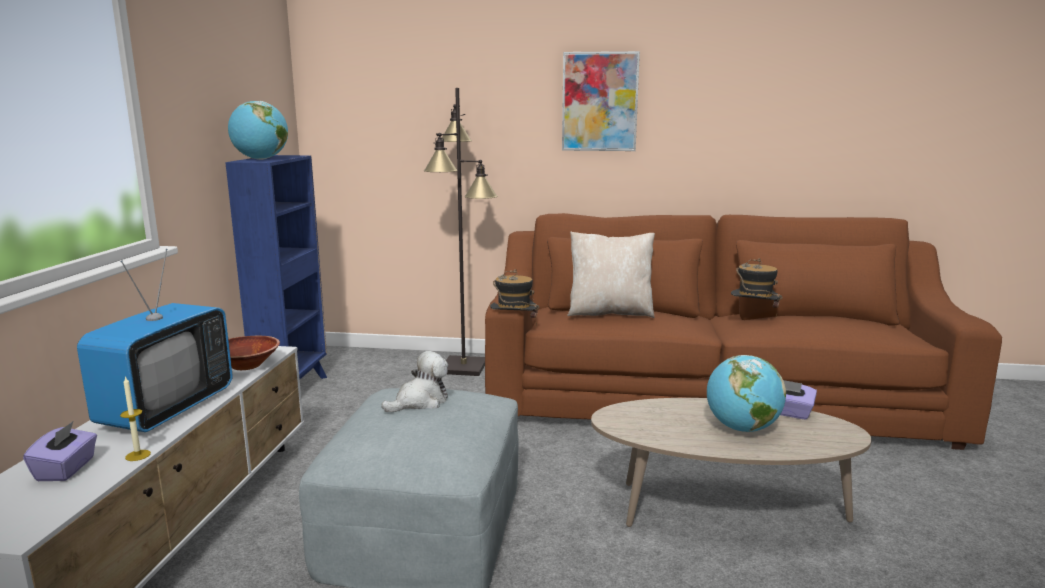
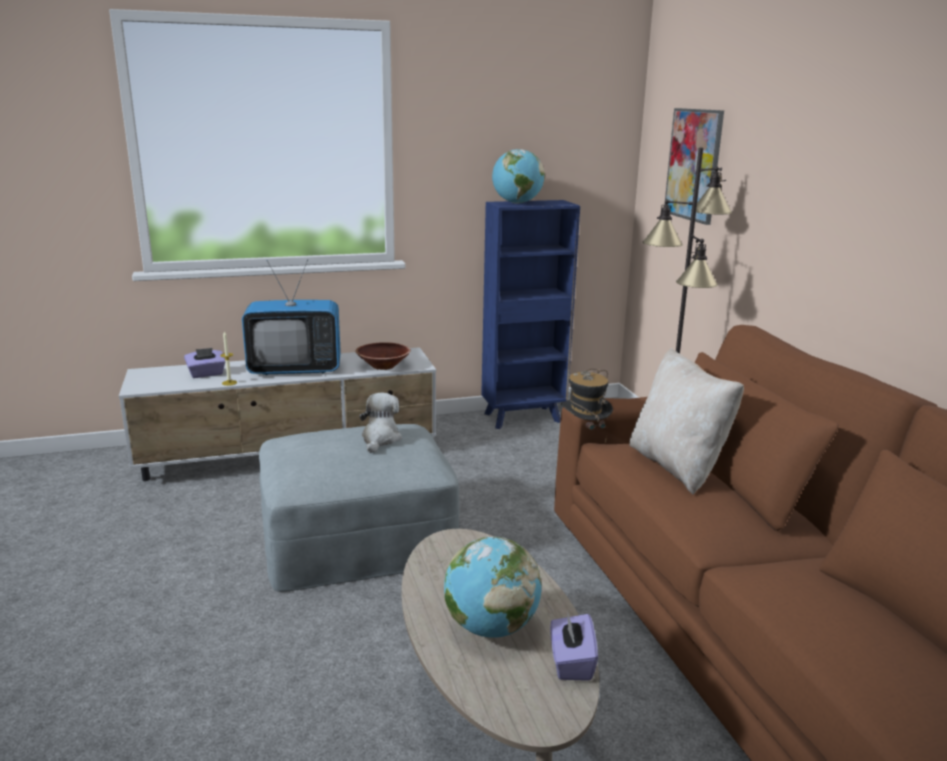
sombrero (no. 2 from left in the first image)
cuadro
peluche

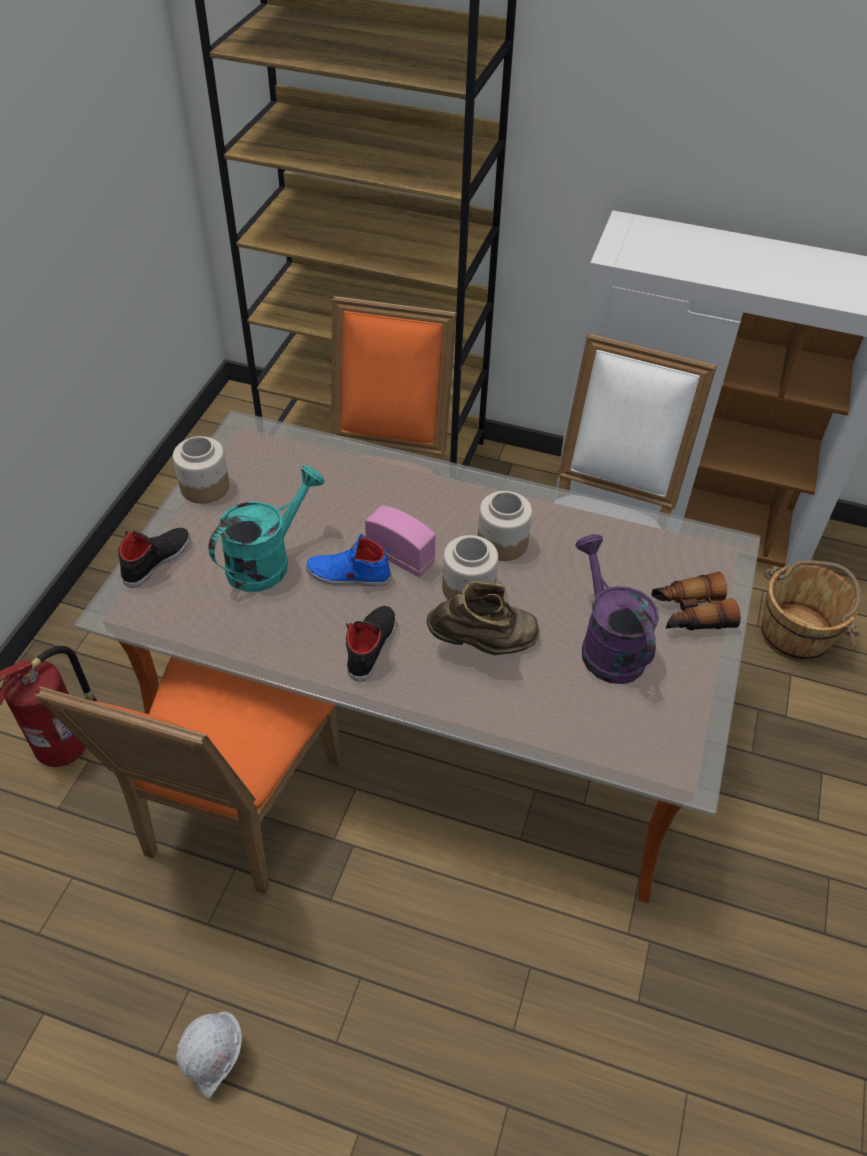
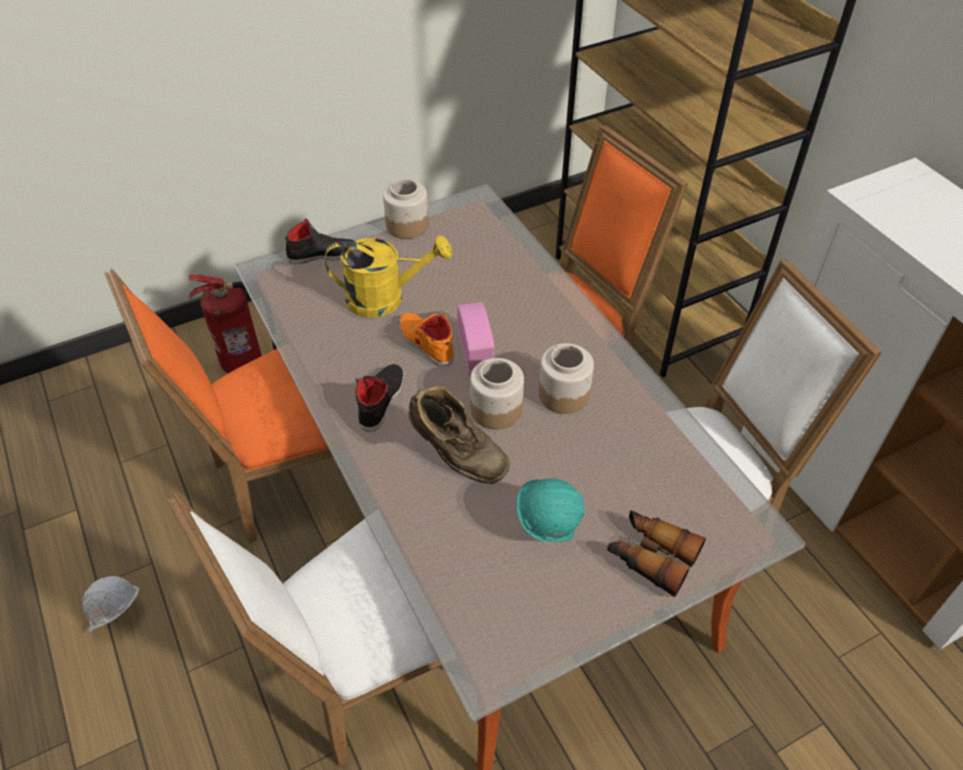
cubo (marrón)
silla (blanco) (no. 1 from left)
casco (turquesa)
regadera (amarillo)
zapato (naranja)
zapato (negro) (no. 2 from left)

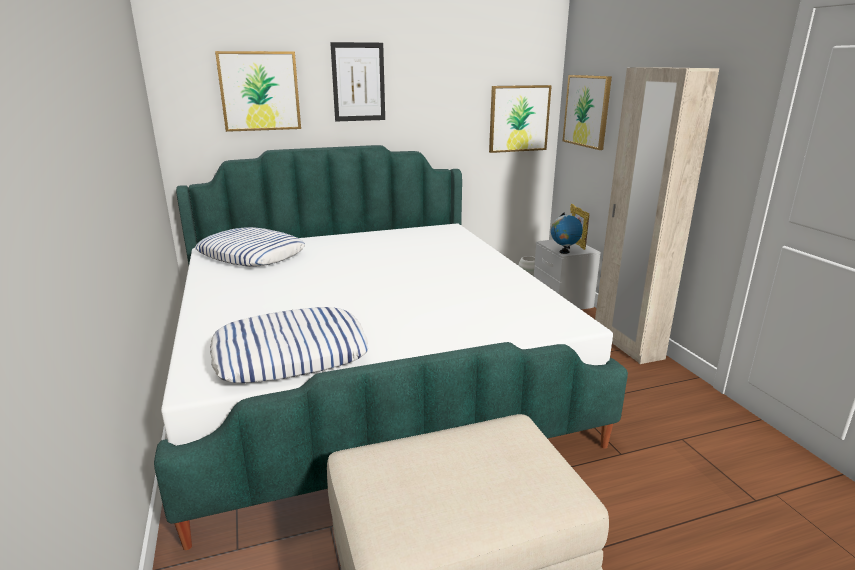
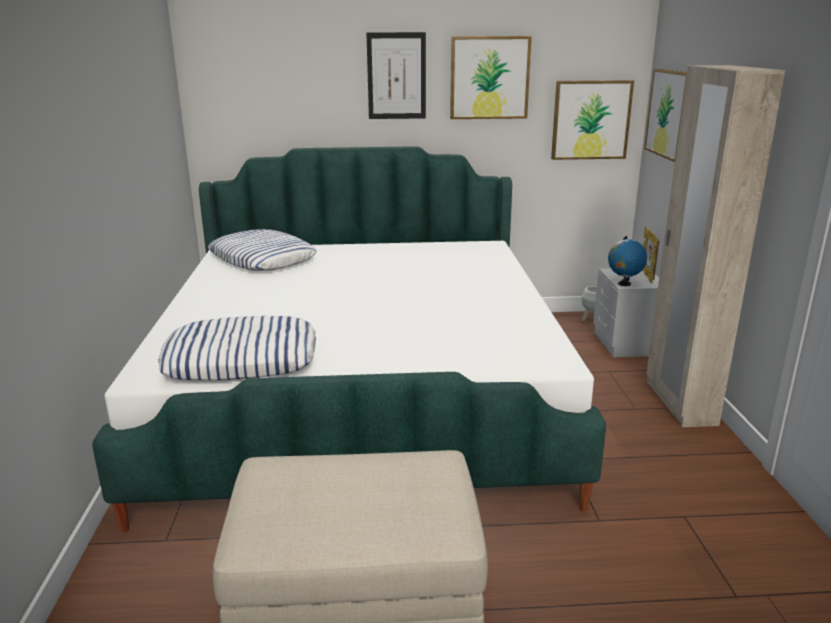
cuadro (no. 2 from left)

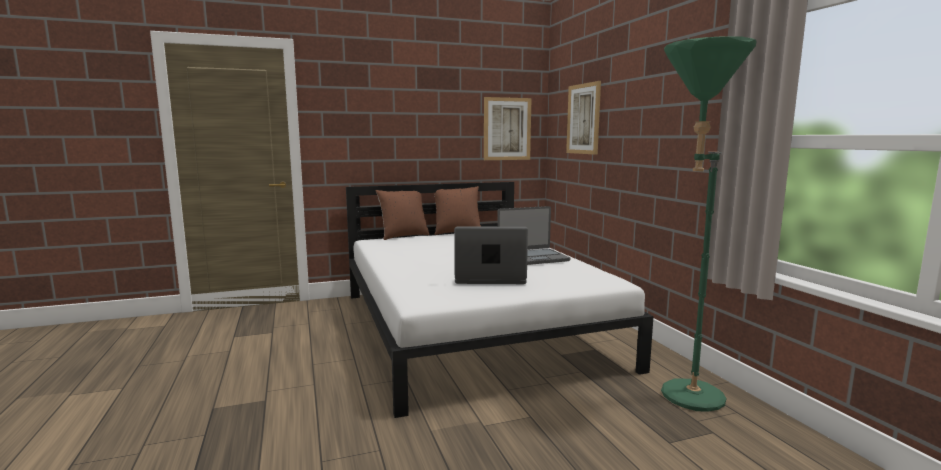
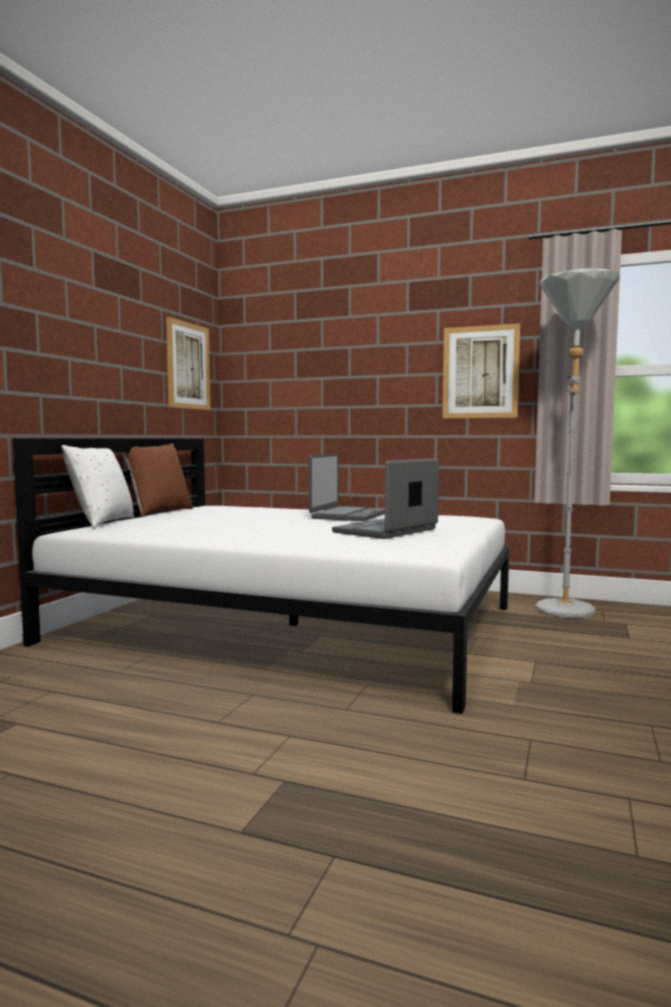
cuadro (no. 2 from left)
cojín (blanco)
lámpara de pie (gris)

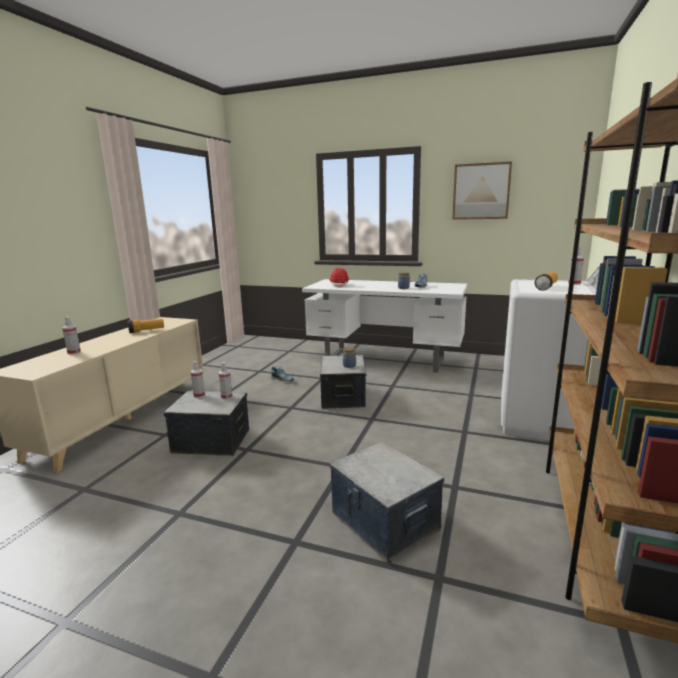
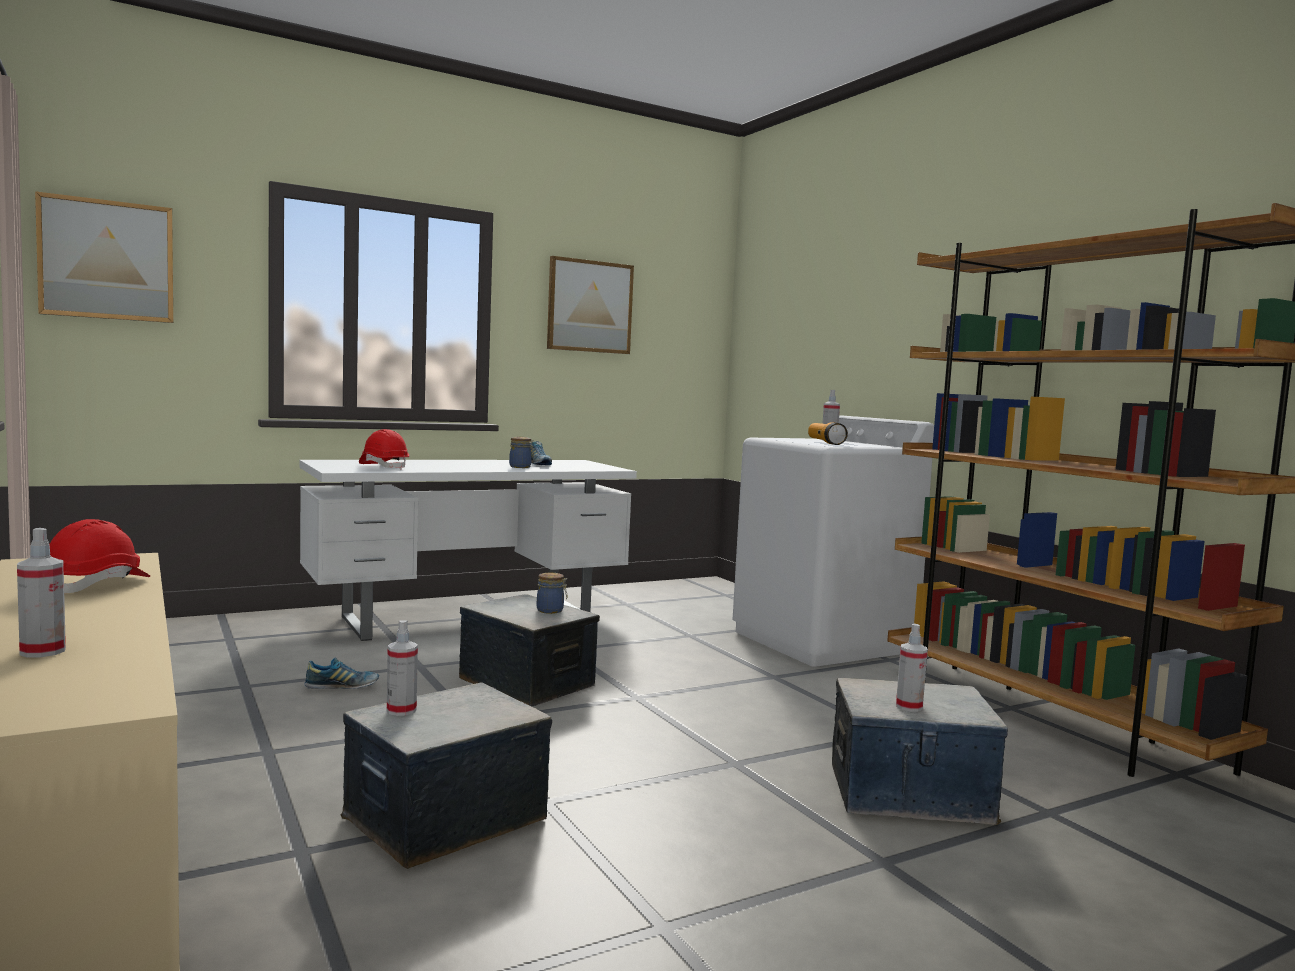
cuadro (no. 1 from left)
pulverizador (no. 4 from left)
casco (rojo) (no. 1 from left)

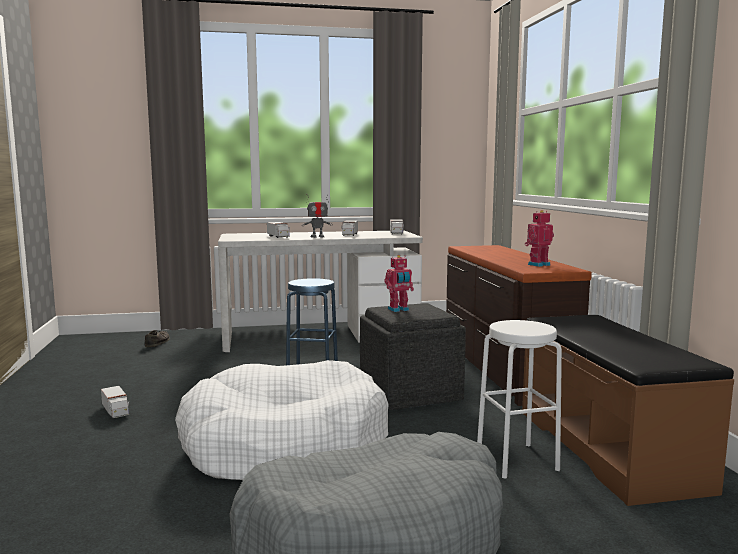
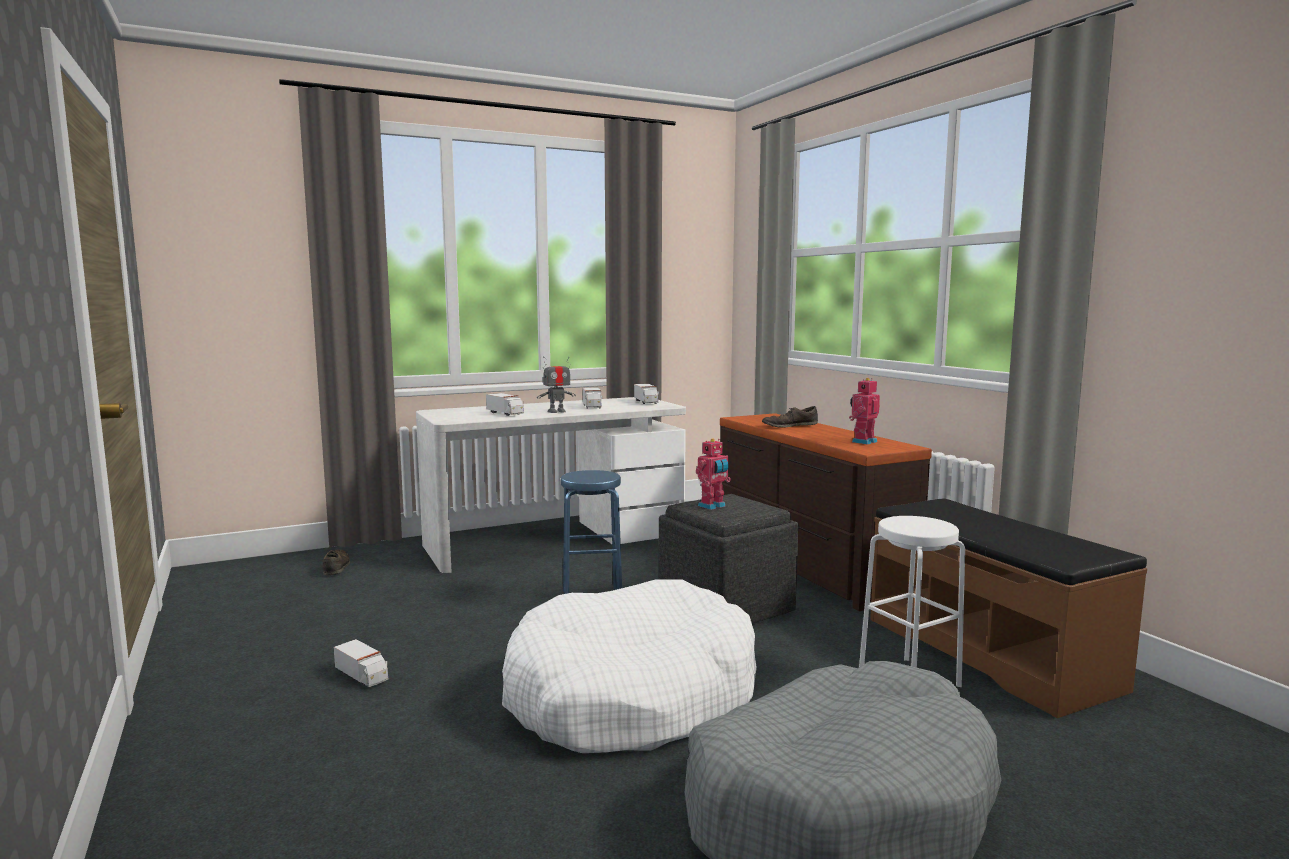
zapato (marrón) (no. 2 from left)

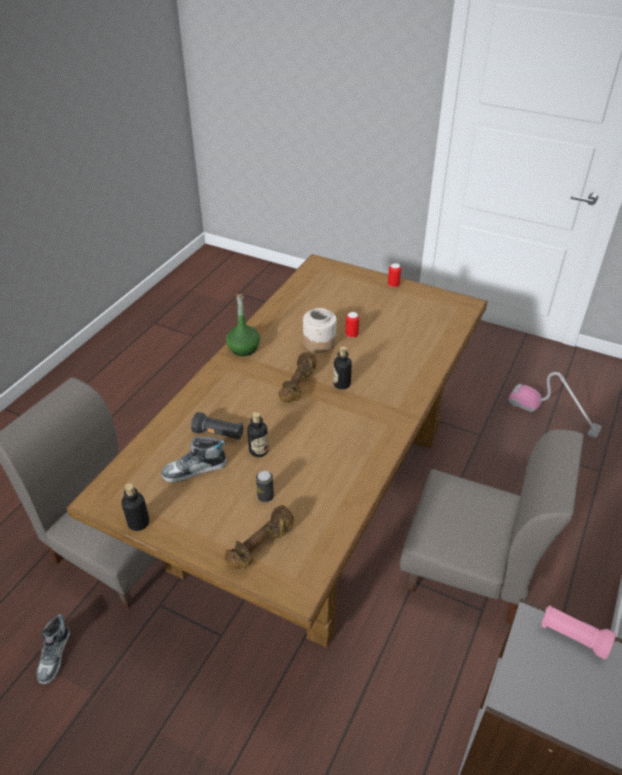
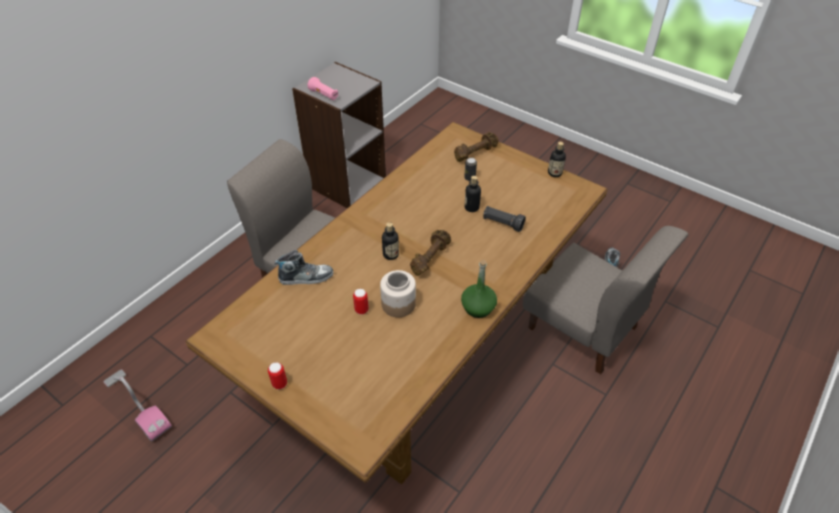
zapato (no. 1 from left)

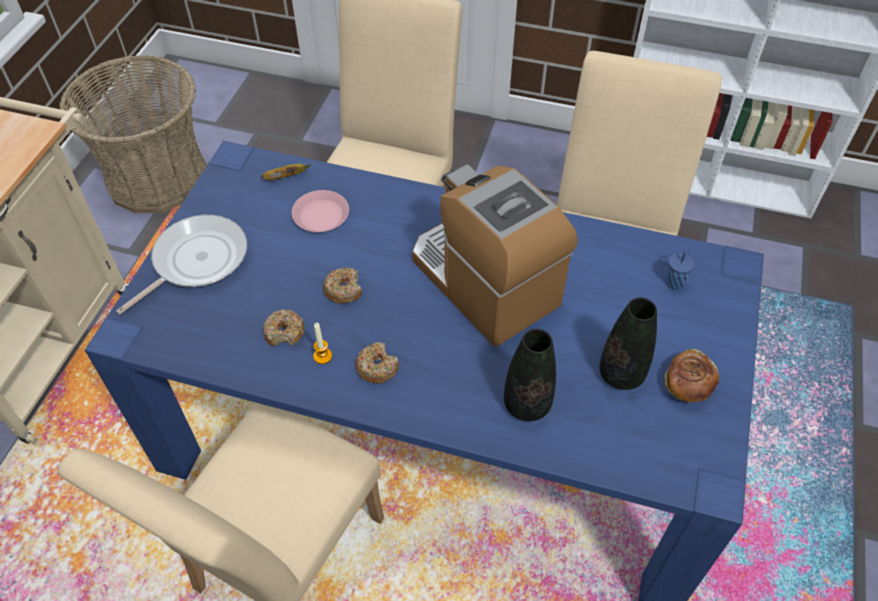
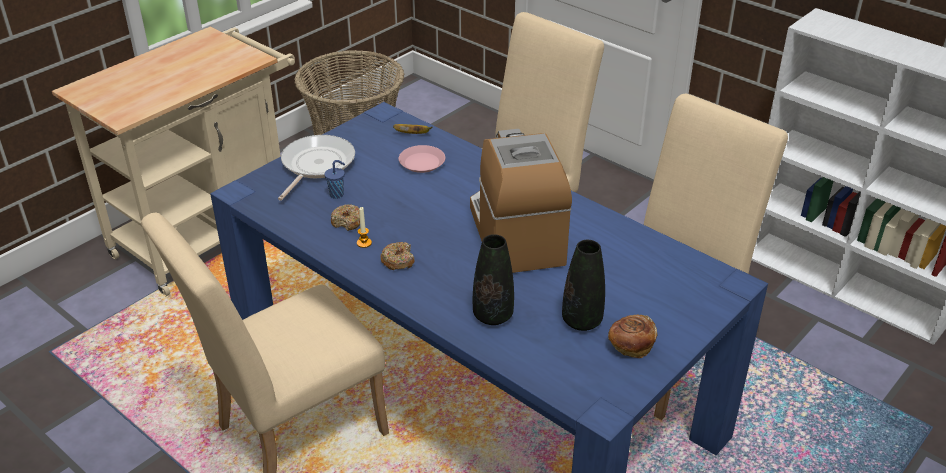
rosquilla (no. 2 from left in the first image)
taza (azul)
sartén

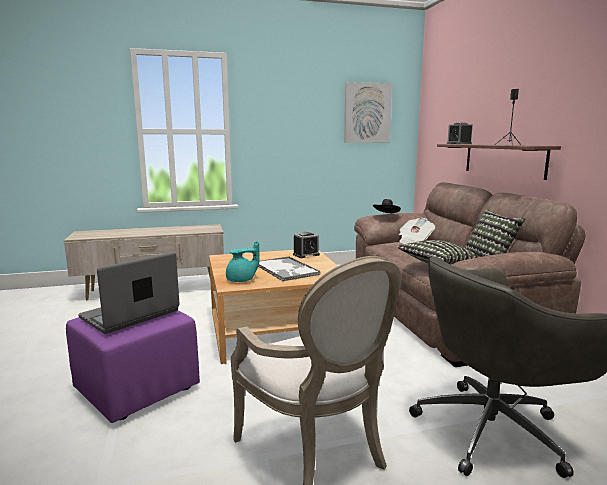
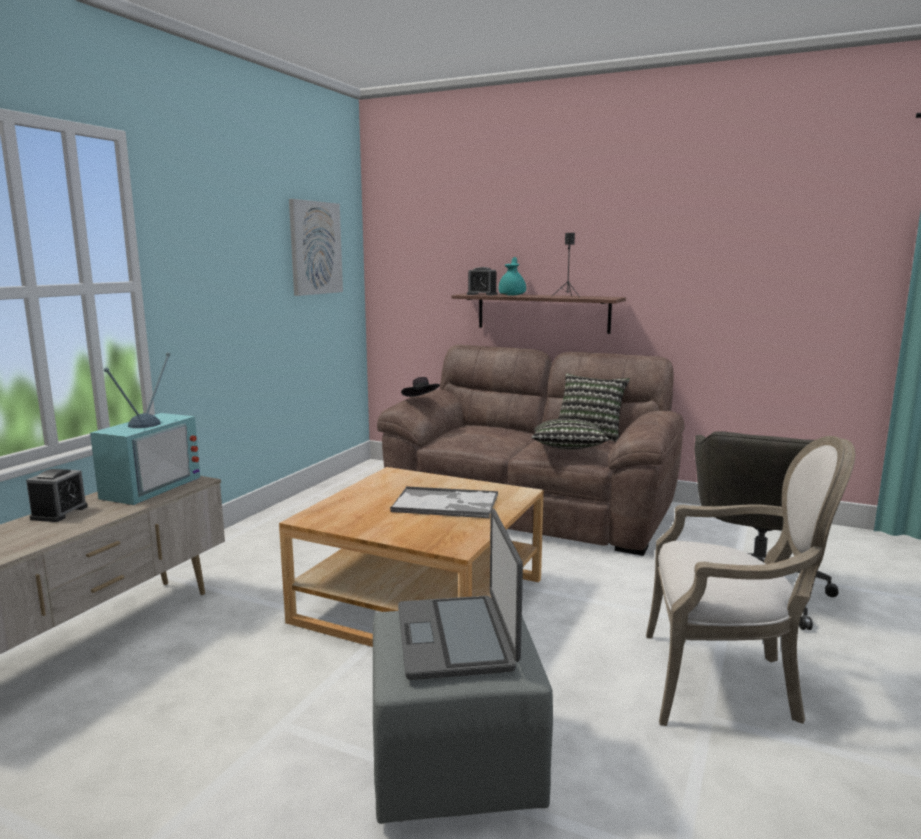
periódico
televisor
tetera (turquesa)
despertador (no. 1 from left)
puf (gris)

